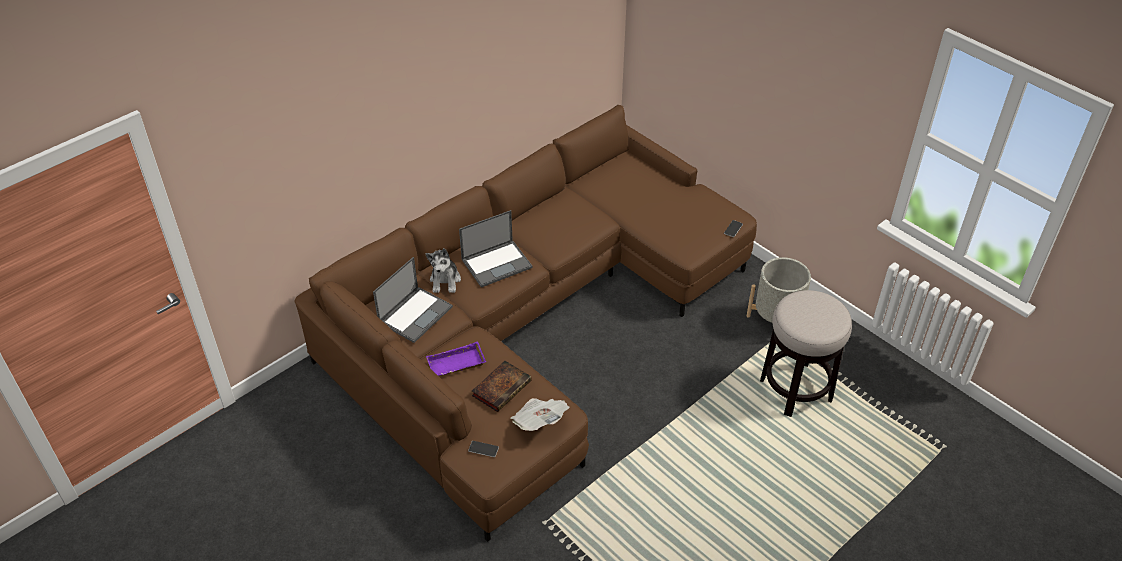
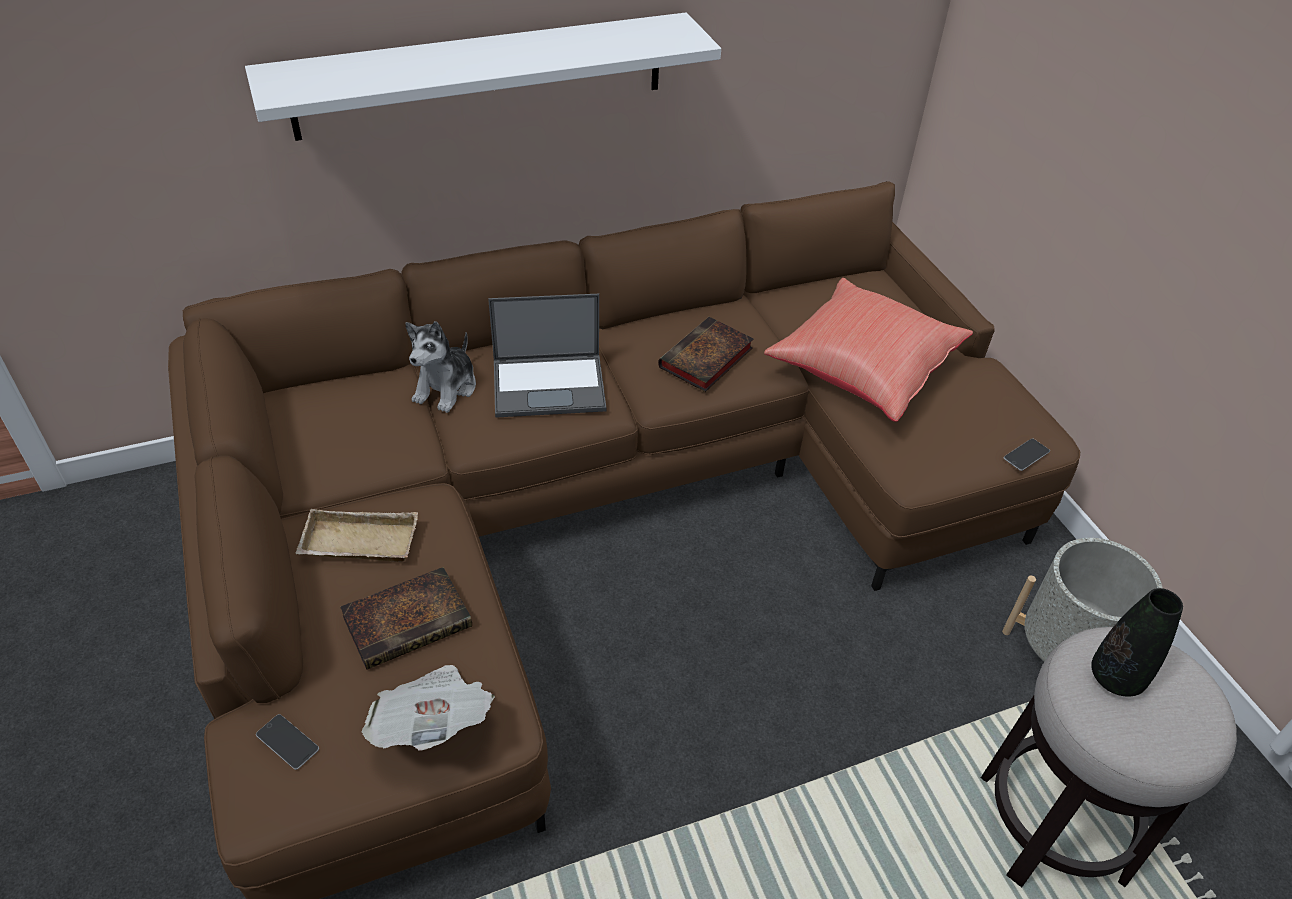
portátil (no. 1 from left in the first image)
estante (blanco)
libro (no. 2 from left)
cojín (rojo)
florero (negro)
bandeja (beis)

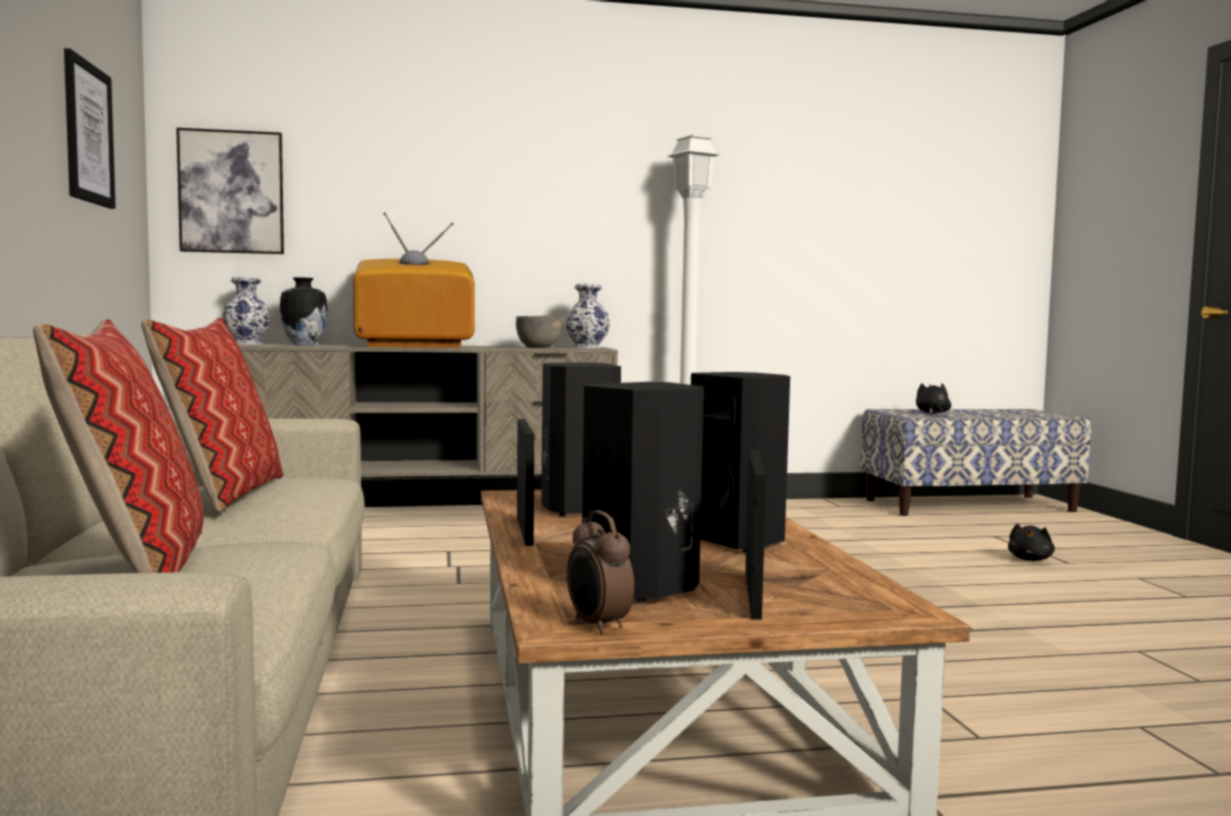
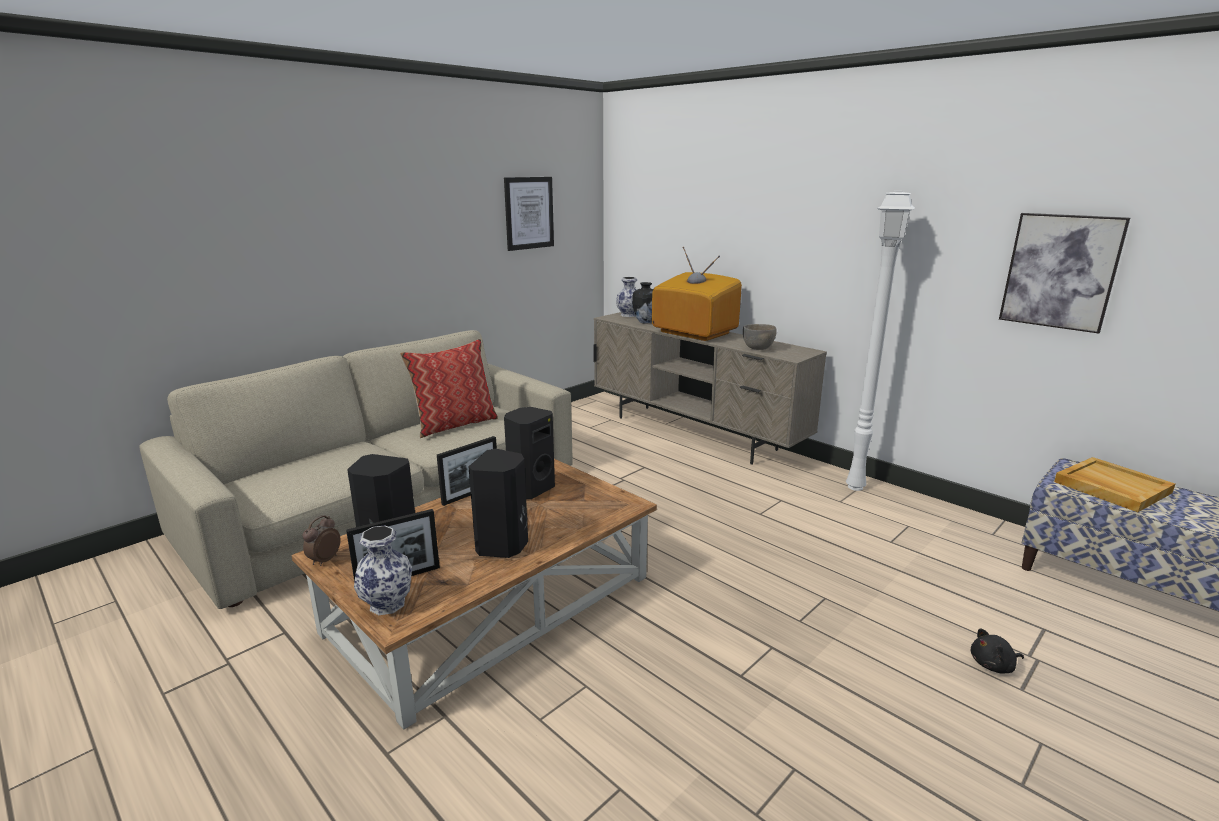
cojín (no. 1 from left in the first image)
cuadro (no. 2 from left)
florero (no. 1 from left)
bandeja (beis)

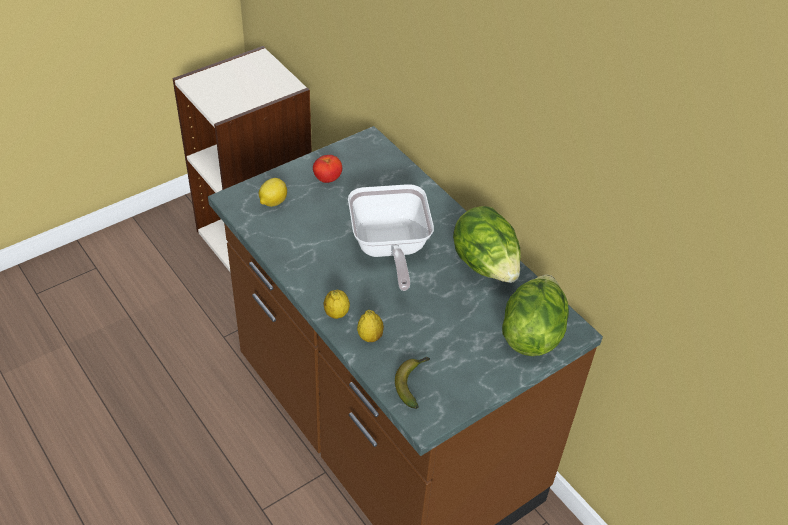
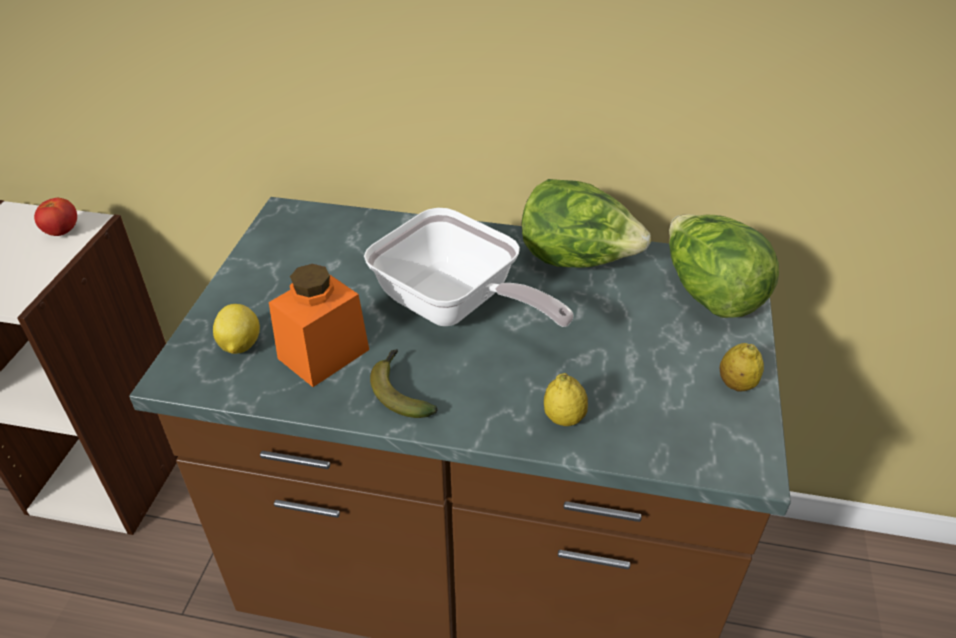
tarro (naranja)
tomate
limón (no. 3 from left)
plátano

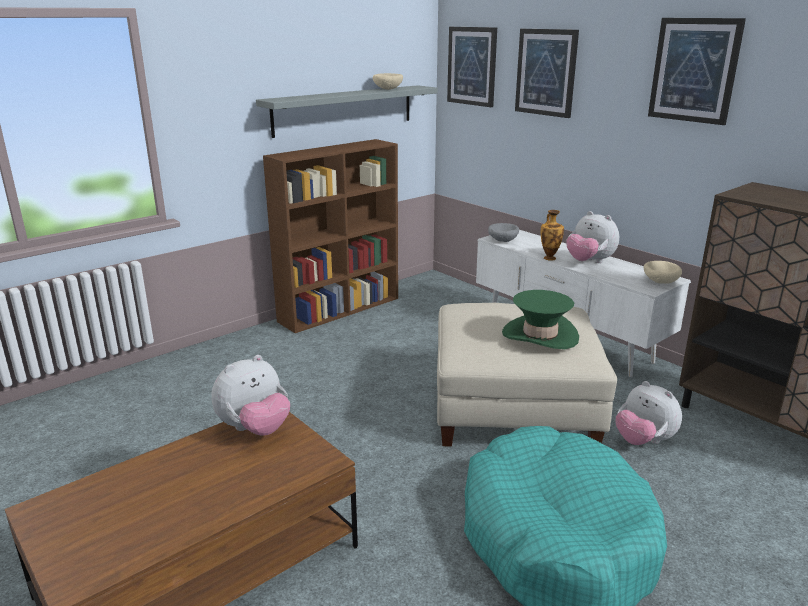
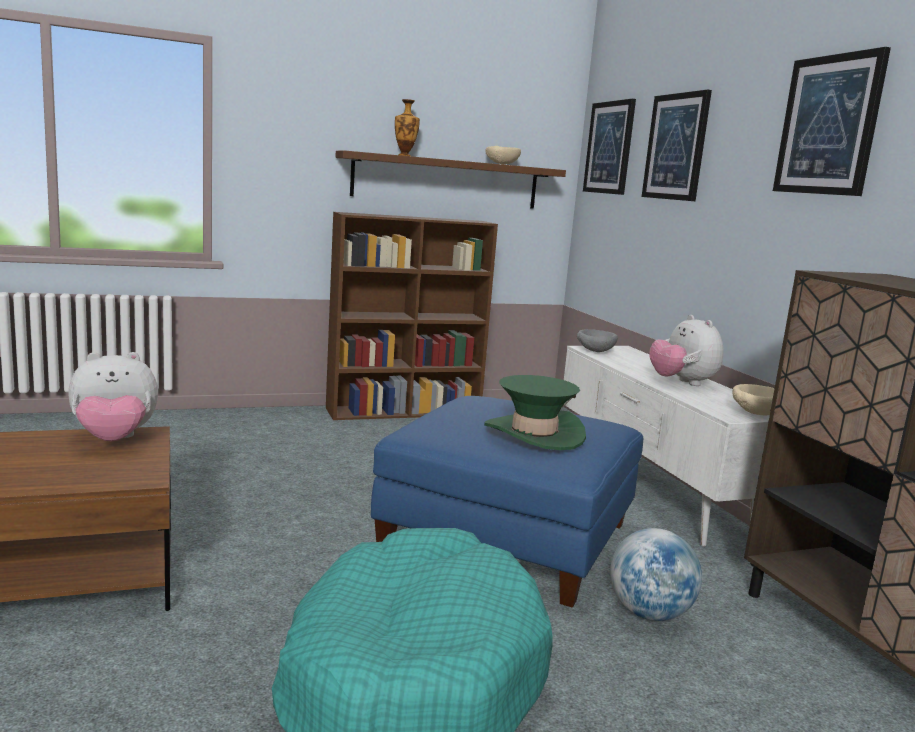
florero
globo terráqueo
estante (marrón)
puf (azul)

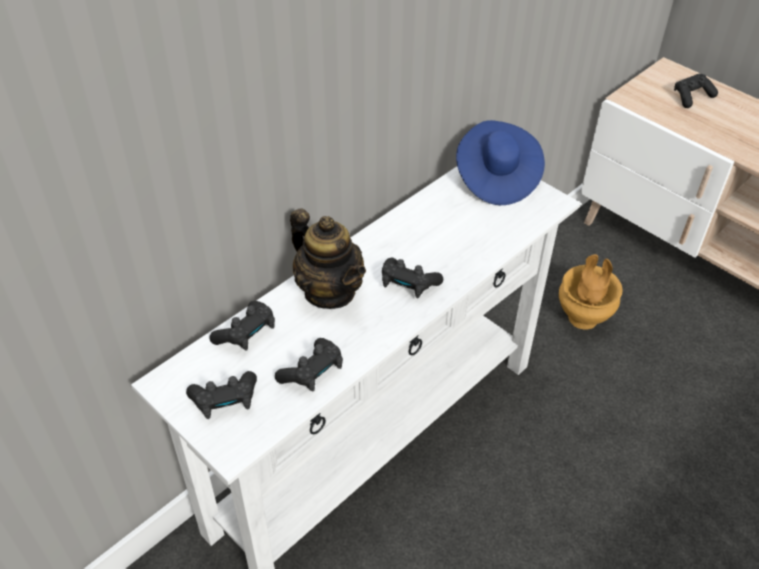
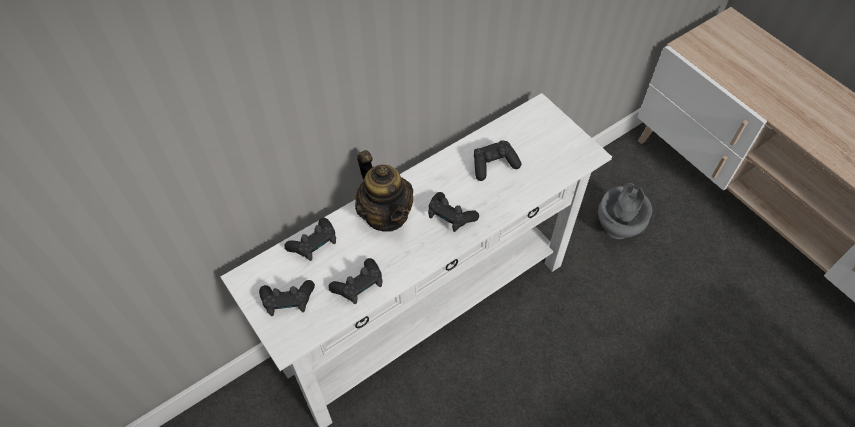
sombrero (azul)
mando de consola (negro) (no. 5 from left)
florero (gris)

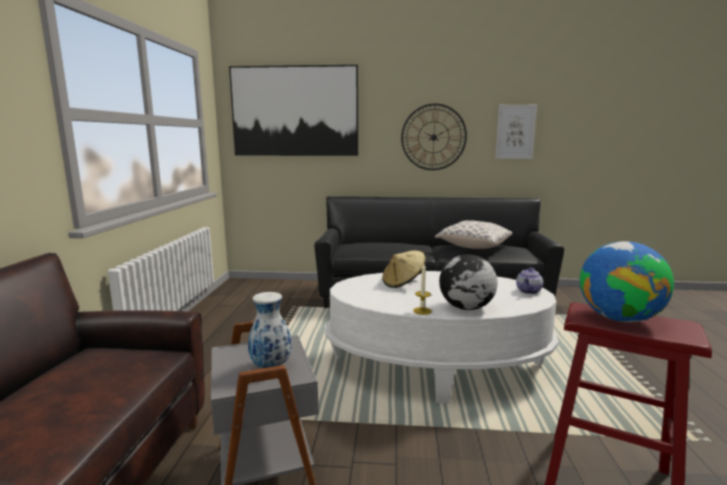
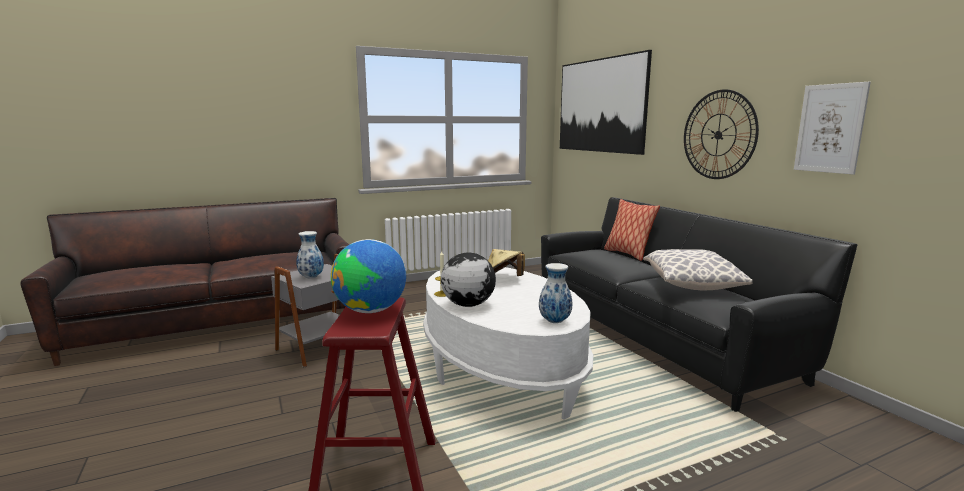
cojín (no. 1 from left)
florero (no. 2 from left)

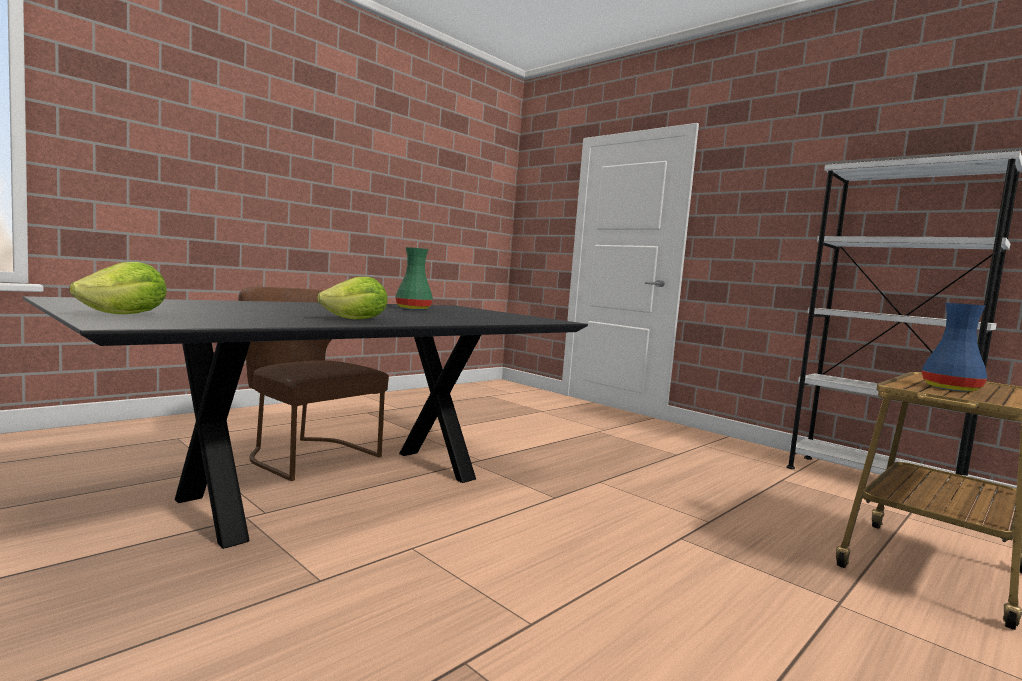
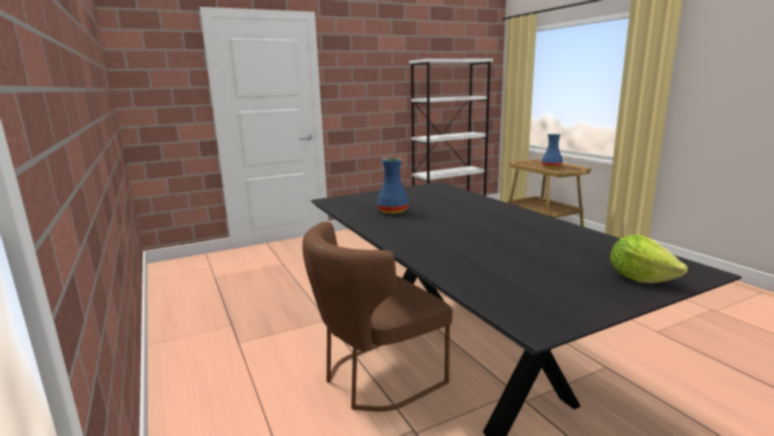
lechuga (no. 2 from left in the first image)
florero (azul) (no. 1 from left)

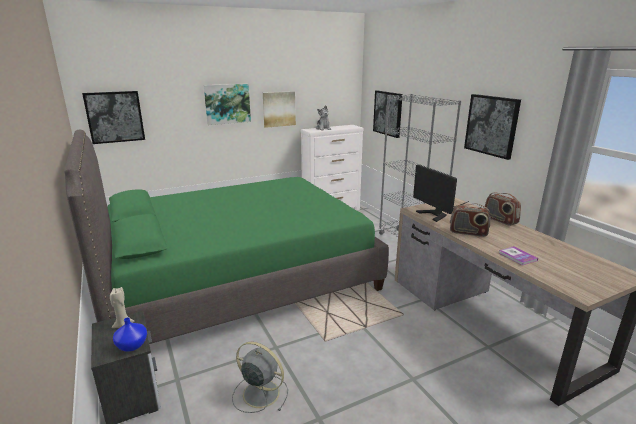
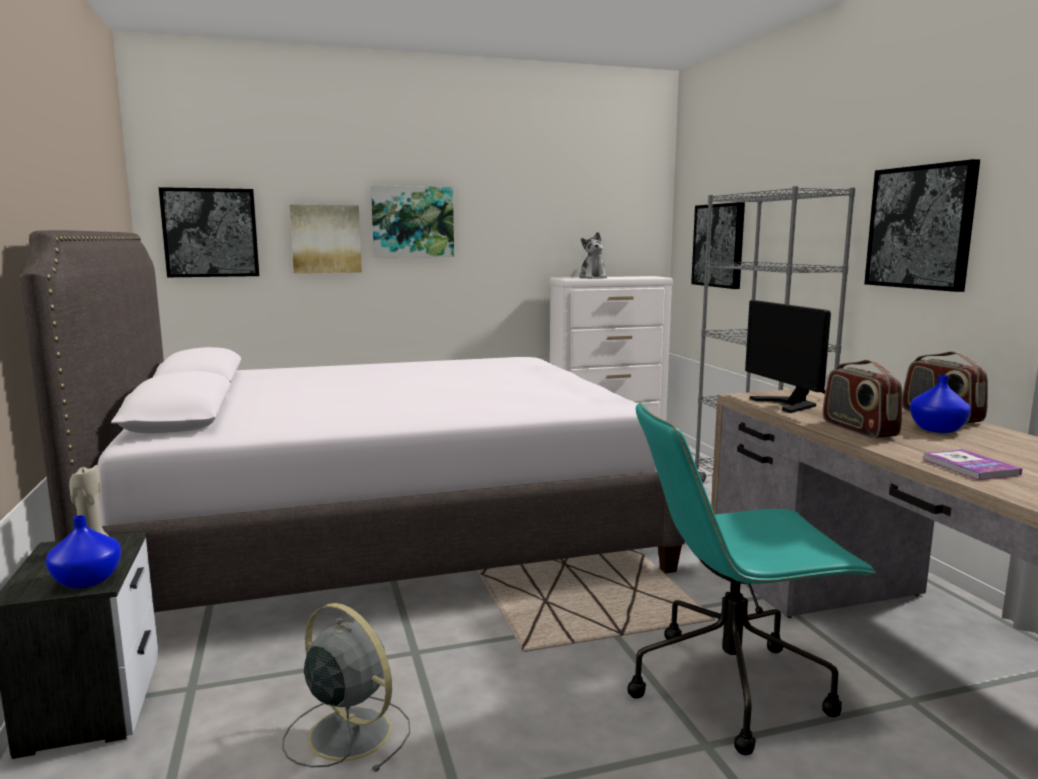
silla de oficina (turquesa)
florero (azul) (no. 2 from left)
cuadro (no. 2 from left)
cama (blanco)
radio (no. 1 from left)

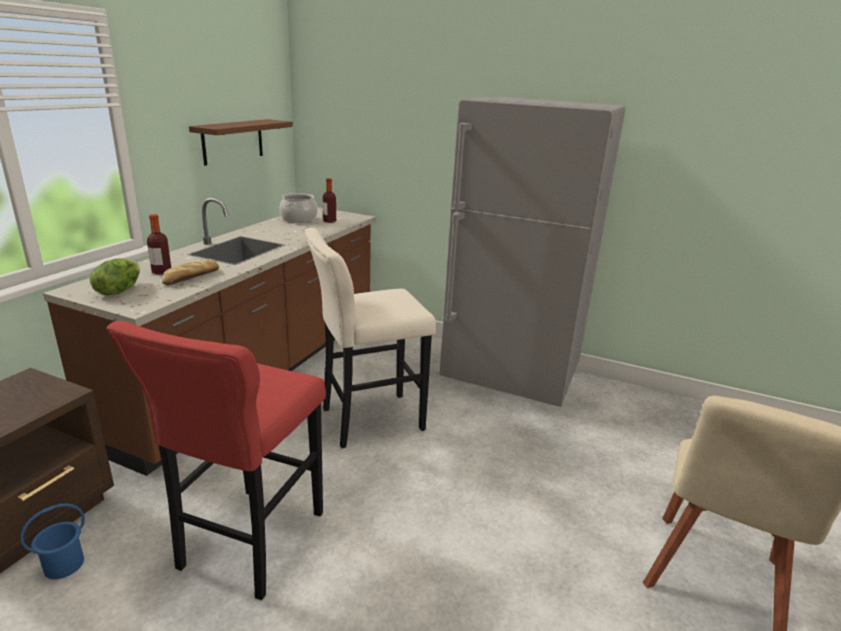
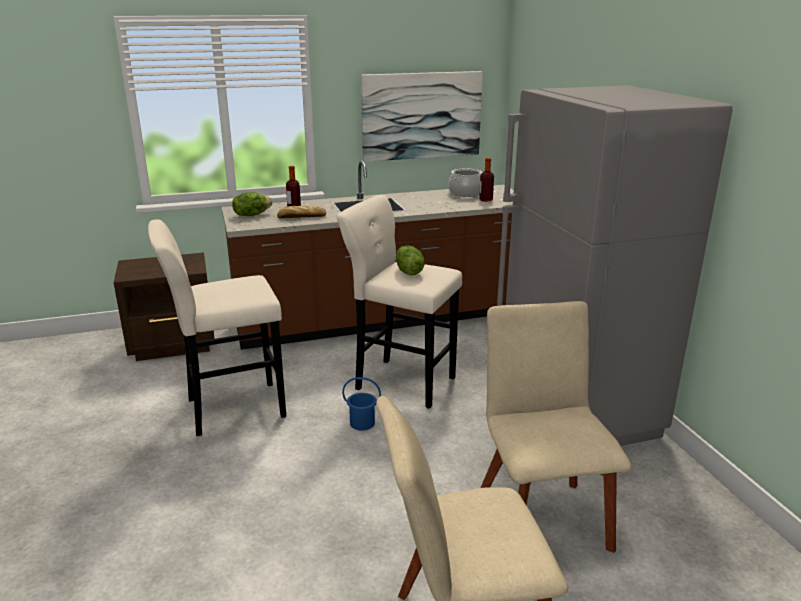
lechuga (no. 2 from left)
silla (beis) (no. 2 from left)
cubo (azul)
cuadro
taburete (beis) (no. 1 from left)

